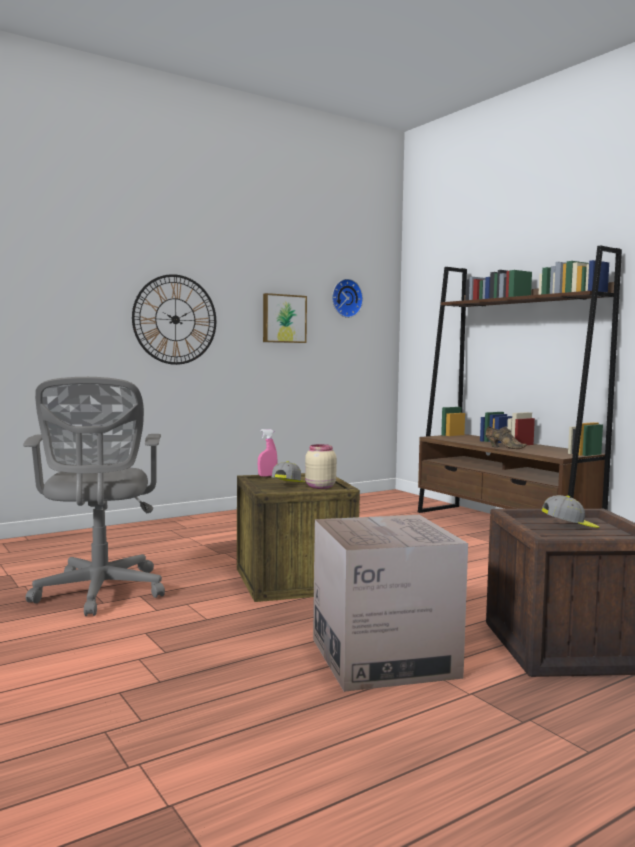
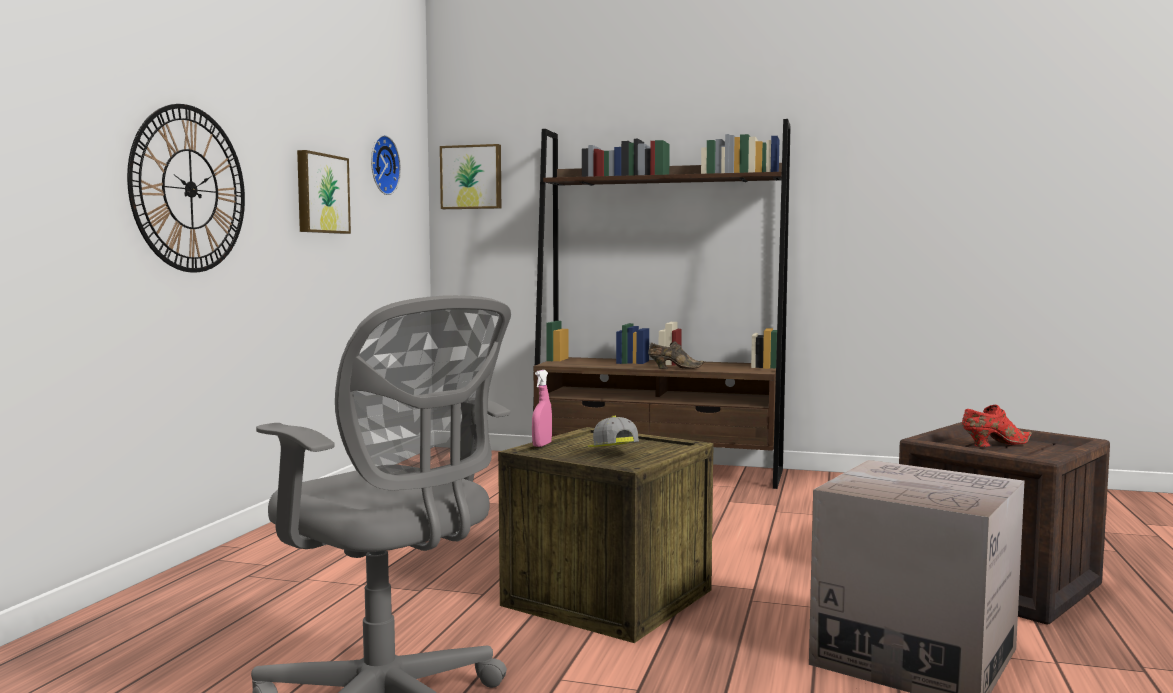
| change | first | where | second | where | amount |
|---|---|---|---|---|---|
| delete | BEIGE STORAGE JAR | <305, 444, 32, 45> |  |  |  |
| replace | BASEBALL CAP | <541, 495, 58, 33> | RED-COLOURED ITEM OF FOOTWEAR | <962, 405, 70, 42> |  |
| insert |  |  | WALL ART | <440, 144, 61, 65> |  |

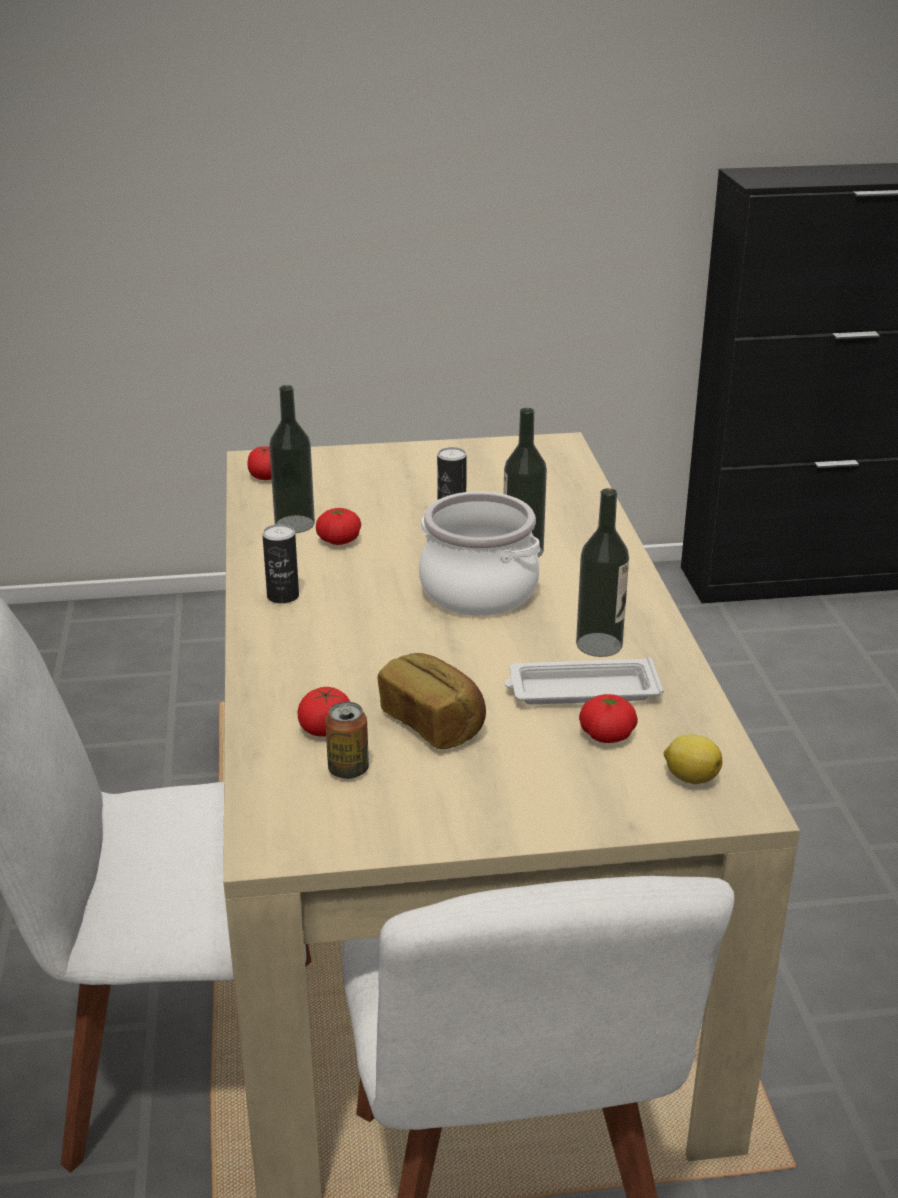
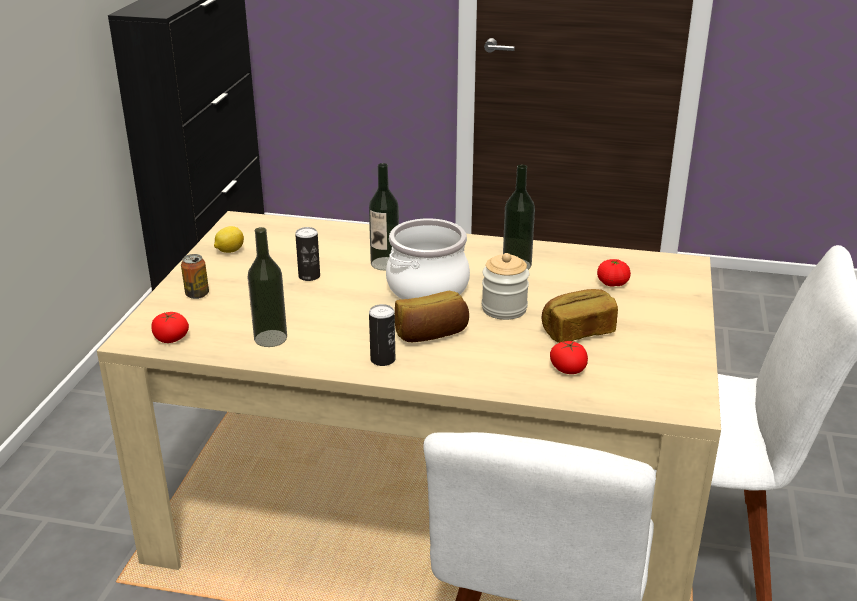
| change | first | where | second | where | amount |
|---|---|---|---|---|---|
| delete | WHOLE TOMATO | <316, 508, 45, 37> |  |  |  |
| delete | WHITE TRAY | <505, 657, 159, 47> |  |  |  |
| move | METAL CAN | <325, 702, 44, 77> |  | <181, 254, 28, 45> |  |
| move | WHOLE LEMON | <664, 734, 58, 50> |  | <214, 226, 30, 27> |  |
| insert |  |  | STORAGE JAR | <482, 253, 47, 67> |  |
| insert |  |  | BAKERY BREAD | <395, 291, 74, 51> |  |

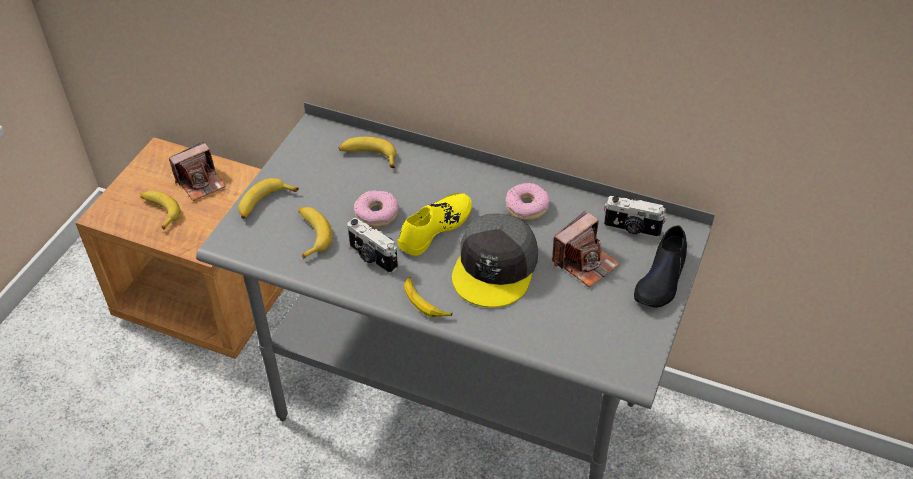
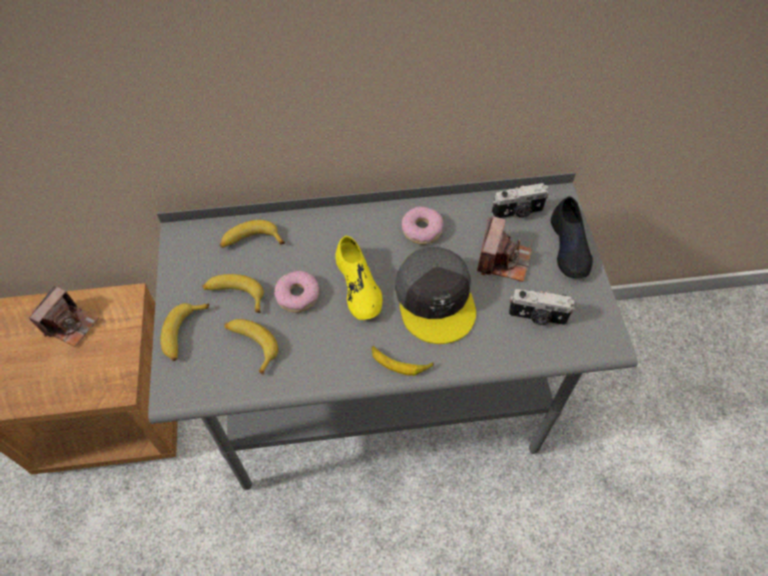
| change | first | where | second | where | amount |
|---|---|---|---|---|---|
| move | BANANA FRUIT | <140, 190, 40, 40> |  | <202, 274, 62, 39> |  |
| rotate | YELLOW-COLOURED ITEM OF FOOTWEAR | <398, 193, 74, 63> |  | <335, 235, 47, 85> | 150 degrees clockwise |
| move | PHOTO CAMERA | <347, 218, 51, 56> |  | <509, 289, 66, 37> |  |

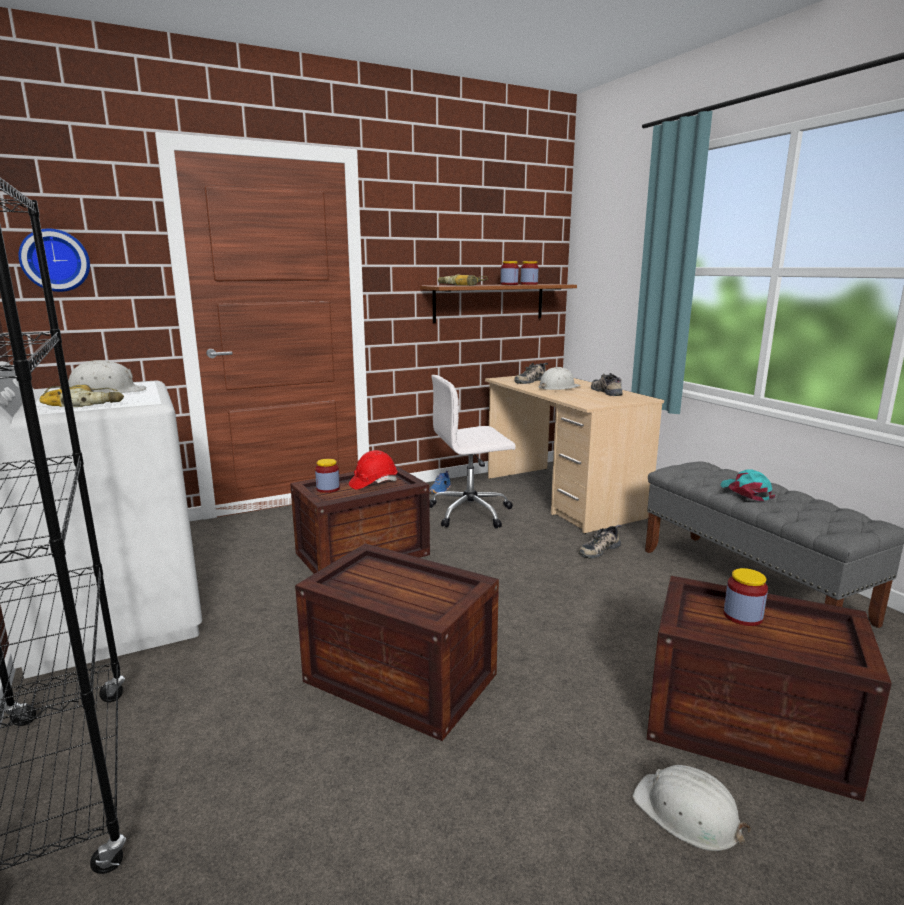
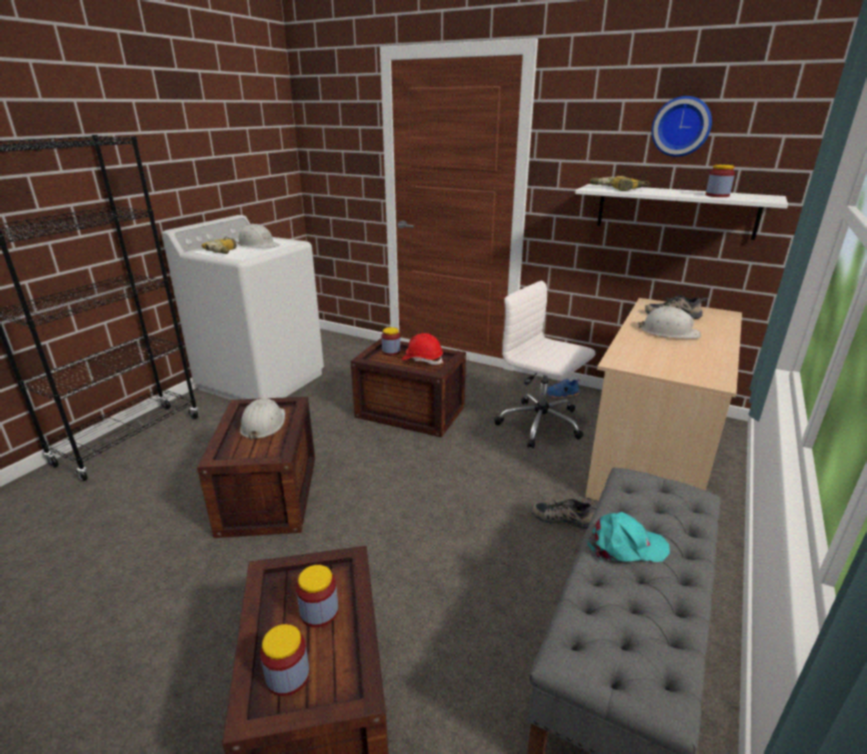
| change | first | where | second | where | amount |
|---|---|---|---|---|---|
| move | CLOCK ON THE WALL | <19, 229, 71, 63> |  | <651, 96, 61, 61> |  |
| move | STORAGE JAR | <501, 261, 18, 24> |  | <260, 624, 50, 72> |  |
| recolor | BROWNISH SHELF | <420, 284, 157, 39> | WHITE SHELF | <575, 184, 213, 56> |  |
| delete | ITEM OF FOOTWEAR | <591, 373, 31, 23> |  |  |  |
| rotate | TURQUOISE BASEBALL CAP | <720, 470, 55, 31> |  | <588, 512, 82, 50> | 45 degrees clockwise |
| move | WHITE HARD HAT | <633, 765, 119, 86> |  | <240, 398, 45, 43> |  |

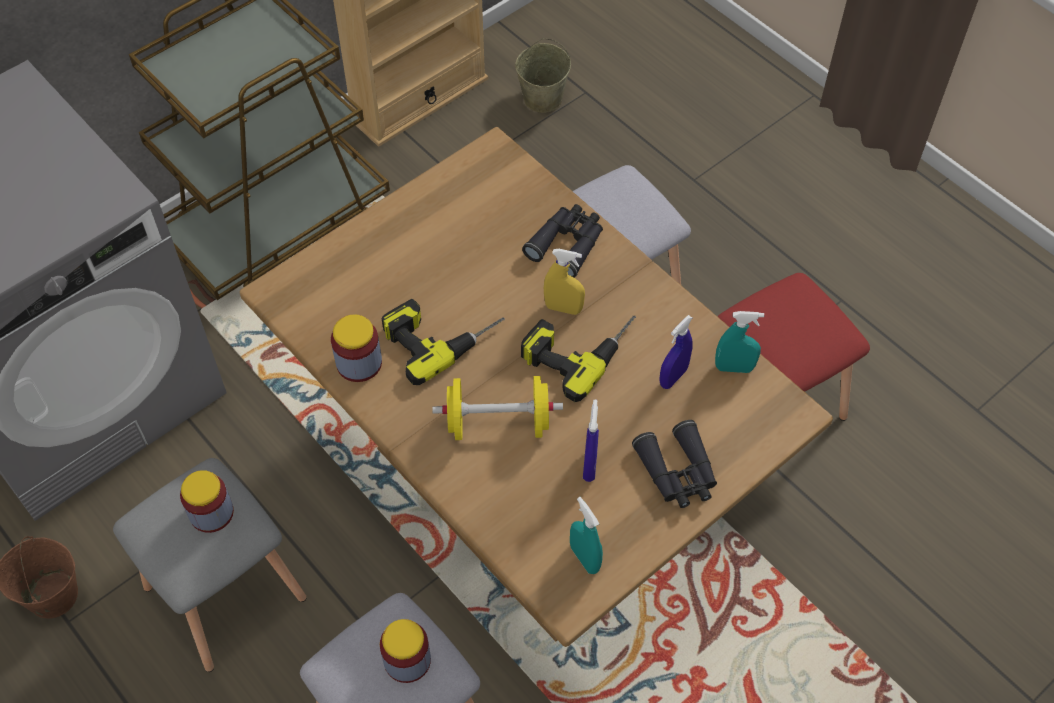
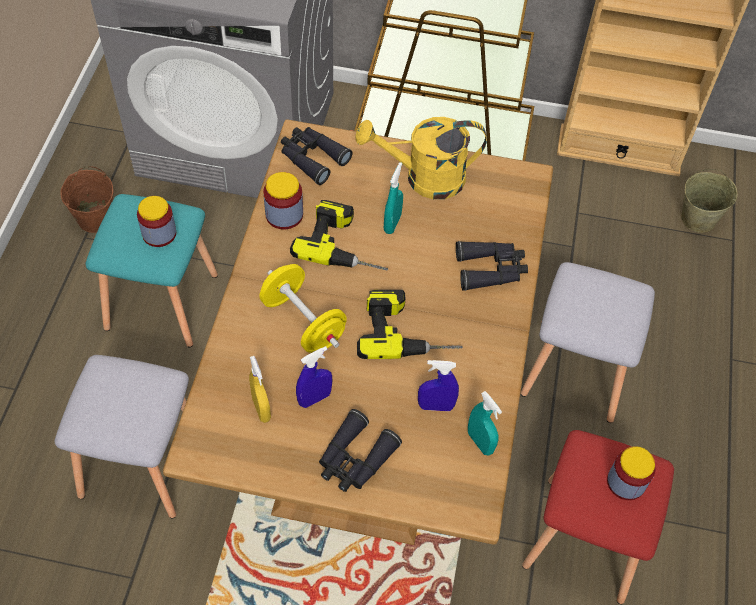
| change | first | where | second | where | amount |
|---|---|---|---|---|---|
| move | YELLOW-COLOURED HAND SPRAYER | <544, 249, 41, 66> |  | <249, 356, 22, 67> |  |
| recolor | GREYISH STOOL | <113, 458, 193, 214> | TURQUOISE STOOL | <85, 194, 133, 153> |  |
| move | TURQUOISE HAND SPRAYER | <570, 497, 33, 77> |  | <384, 162, 19, 72> |  |
| move | STORAGE JAR | <380, 619, 51, 64> |  | <607, 446, 48, 54> |  |
| insert |  |  | YELLOW-COLOURED WATERING CAN | <355, 117, 132, 82> |  |
| insert |  |  | BLACK-COLOURED BINOCULARS | <281, 127, 72, 58> |  |

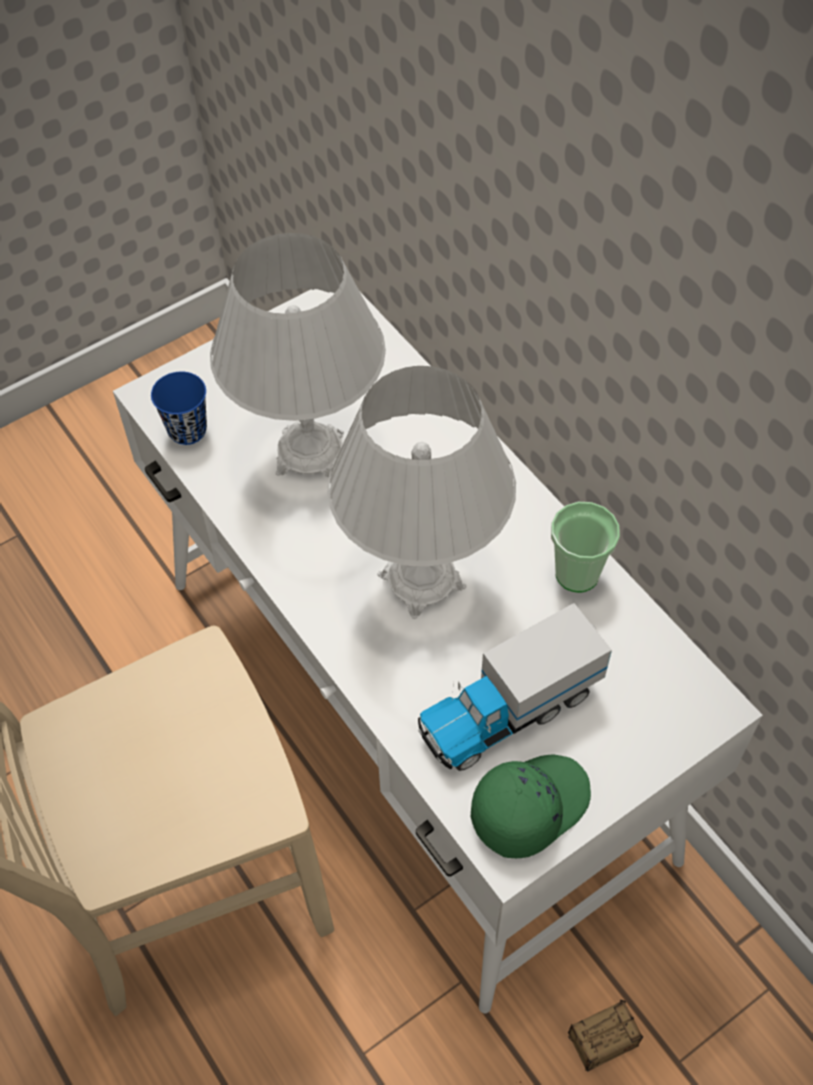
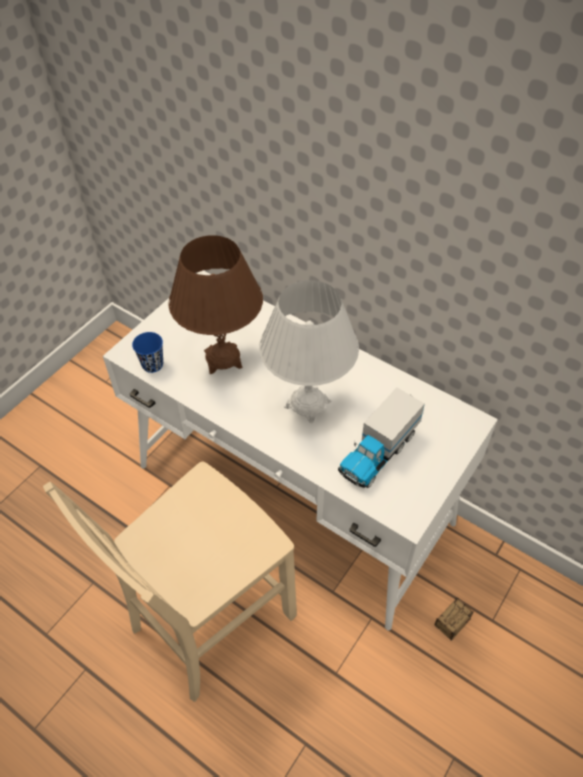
| change | first | where | second | where | amount |
|---|---|---|---|---|---|
| recolor | WHITE LAMP FOR A TABLE | <210, 233, 176, 245> | BROWNISH LAMP FOR A TABLE | <168, 235, 95, 139> |  |
| delete | CUP | <551, 502, 69, 91> |  |  |  |
| delete | GREEN BASEBALL CAP | <471, 754, 120, 104> |  |  |  |

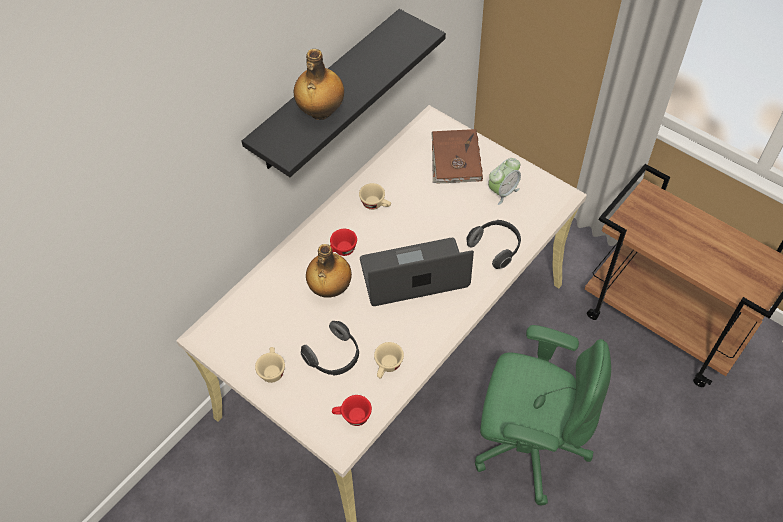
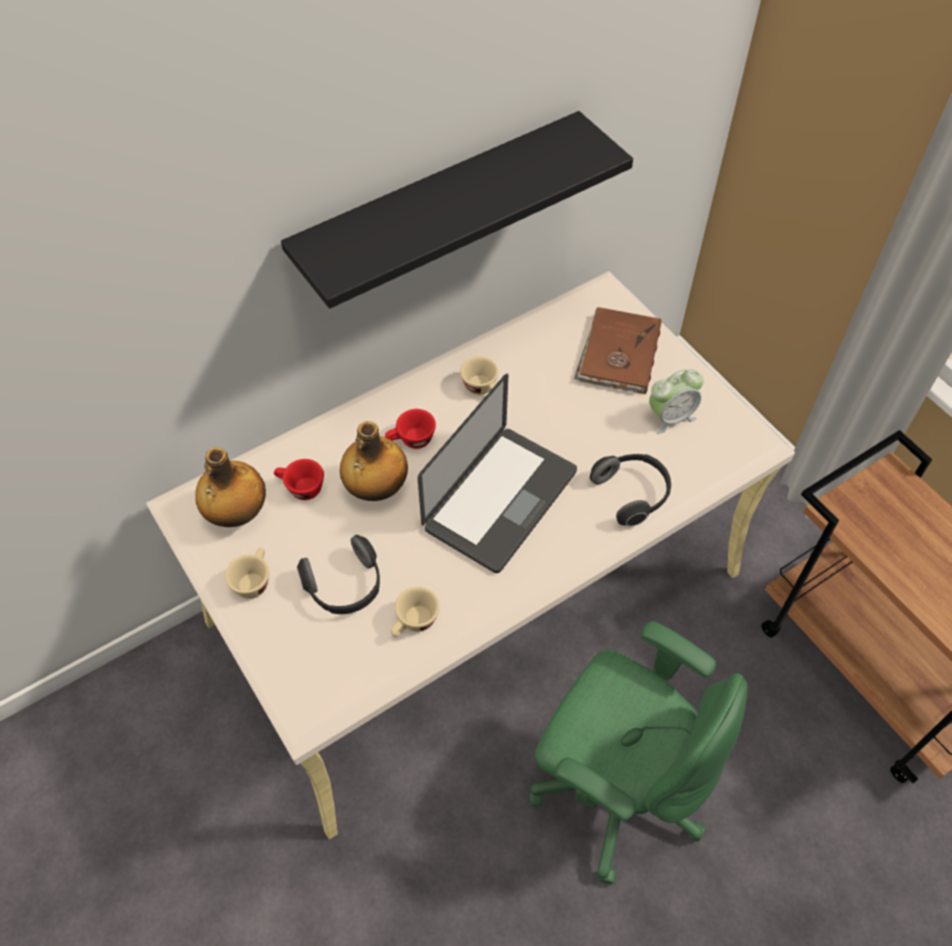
| change | first | where | second | where | amount |
|---|---|---|---|---|---|
| move | BOTTLE | <294, 49, 50, 71> |  | <195, 447, 71, 80> |  |
| rotate | PORTABLE COMPUTER | <360, 238, 114, 68> |  | <418, 373, 159, 200> | 120 degrees clockwise |
| move | RED-COLOURED CUP | <332, 395, 40, 31> |  | <274, 459, 50, 41> |  |

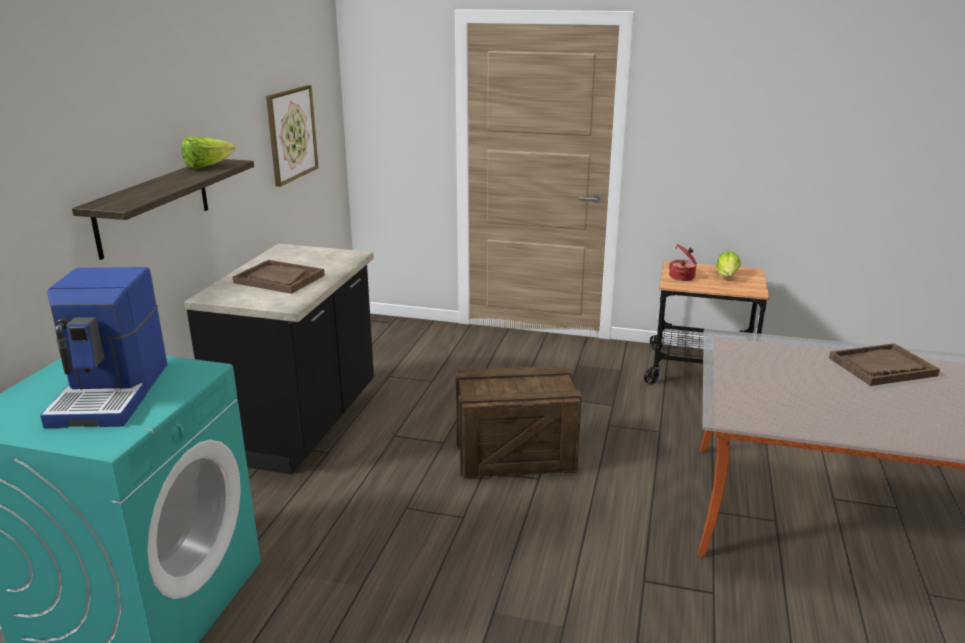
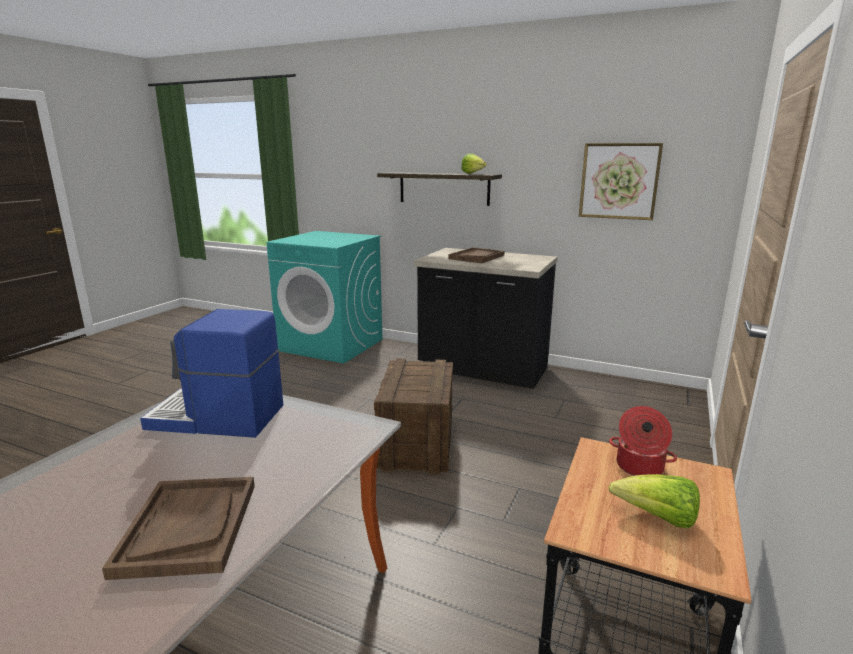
| change | first | where | second | where | amount |
|---|---|---|---|---|---|
| move | COFFEE MACHINE | <40, 267, 127, 161> |  | <140, 309, 143, 129> |  |

